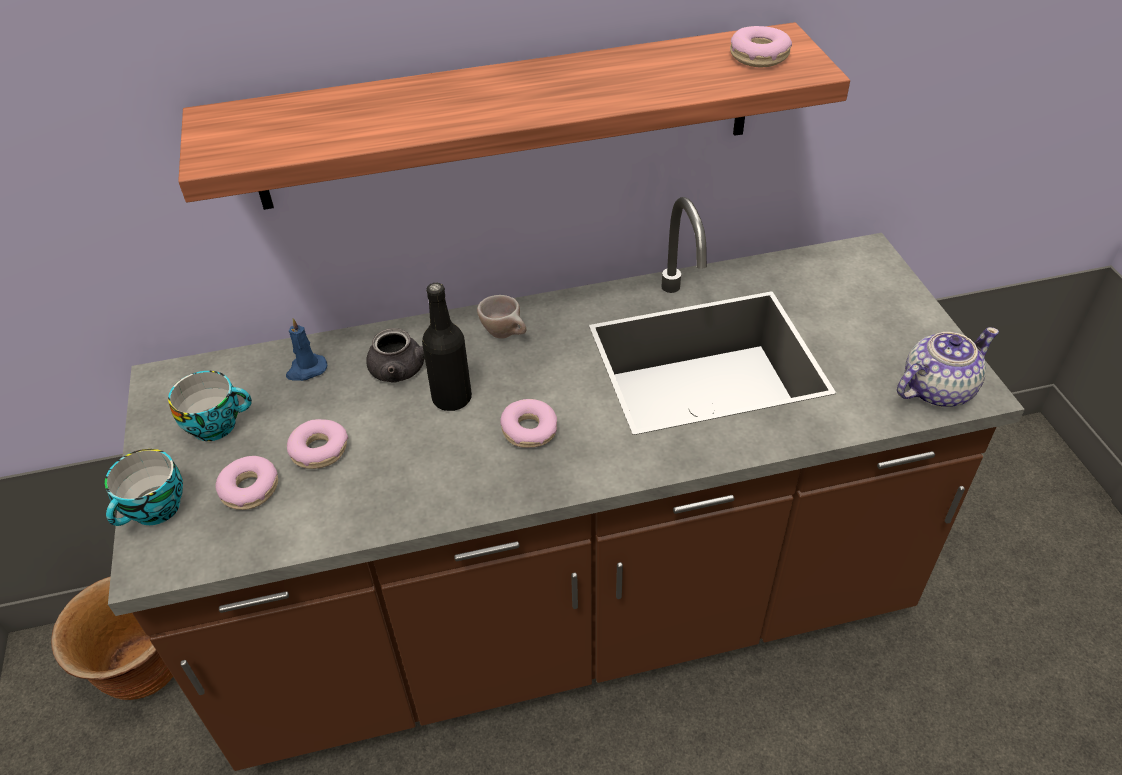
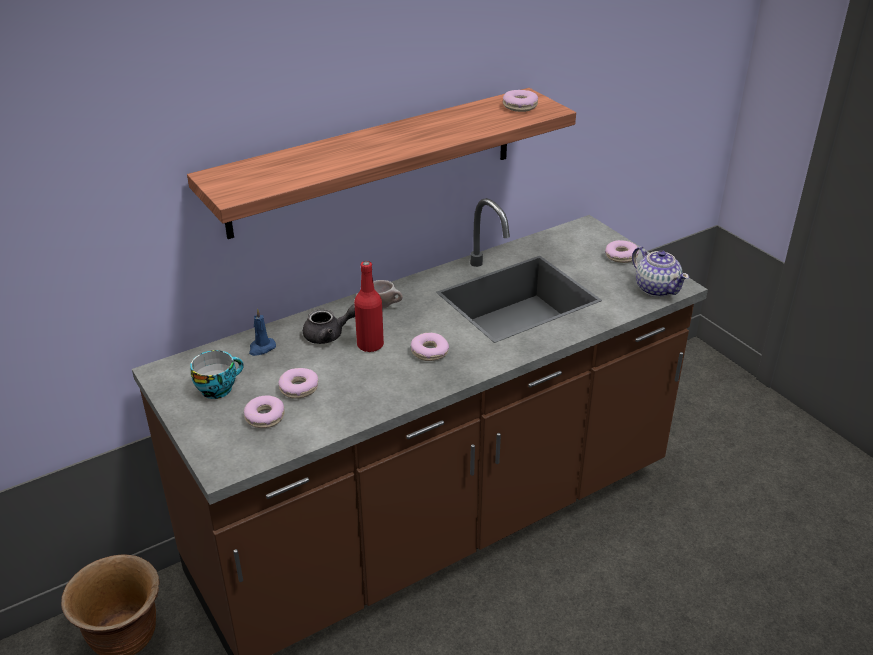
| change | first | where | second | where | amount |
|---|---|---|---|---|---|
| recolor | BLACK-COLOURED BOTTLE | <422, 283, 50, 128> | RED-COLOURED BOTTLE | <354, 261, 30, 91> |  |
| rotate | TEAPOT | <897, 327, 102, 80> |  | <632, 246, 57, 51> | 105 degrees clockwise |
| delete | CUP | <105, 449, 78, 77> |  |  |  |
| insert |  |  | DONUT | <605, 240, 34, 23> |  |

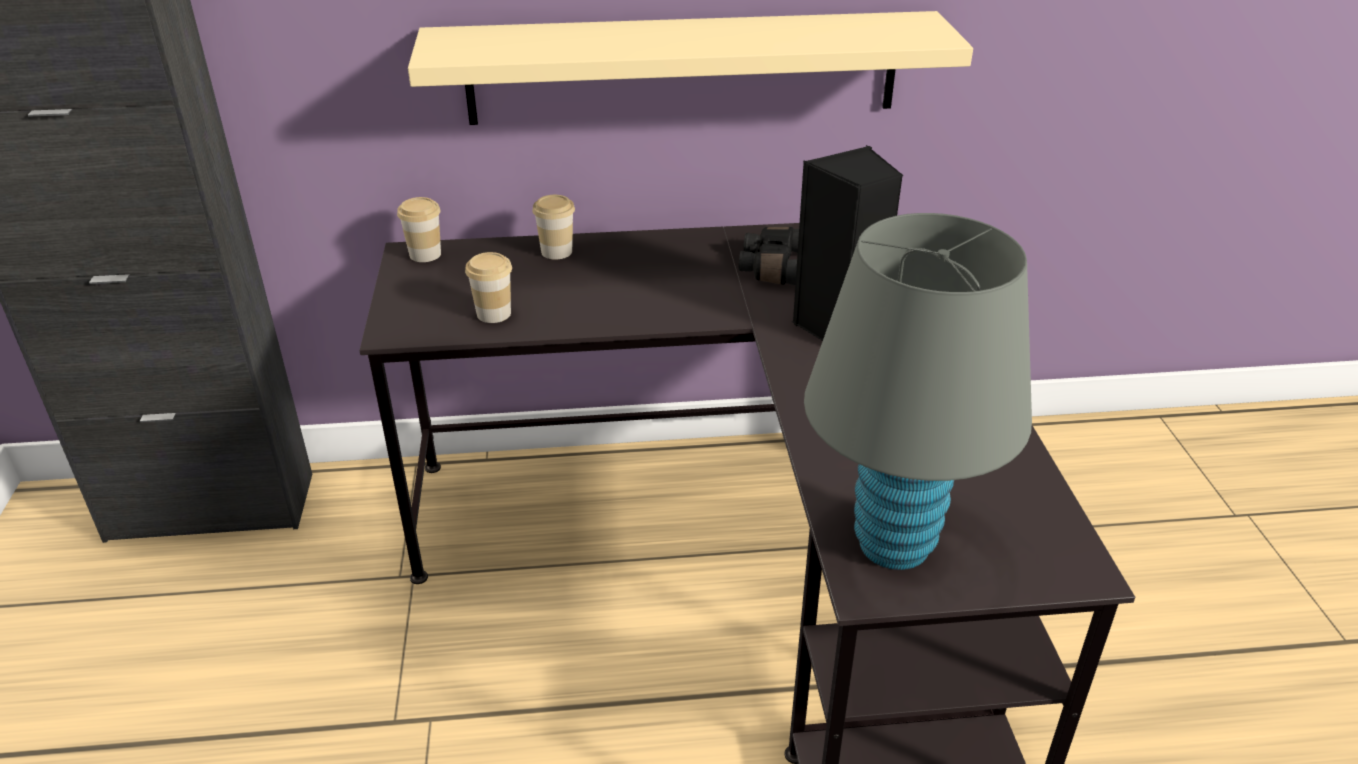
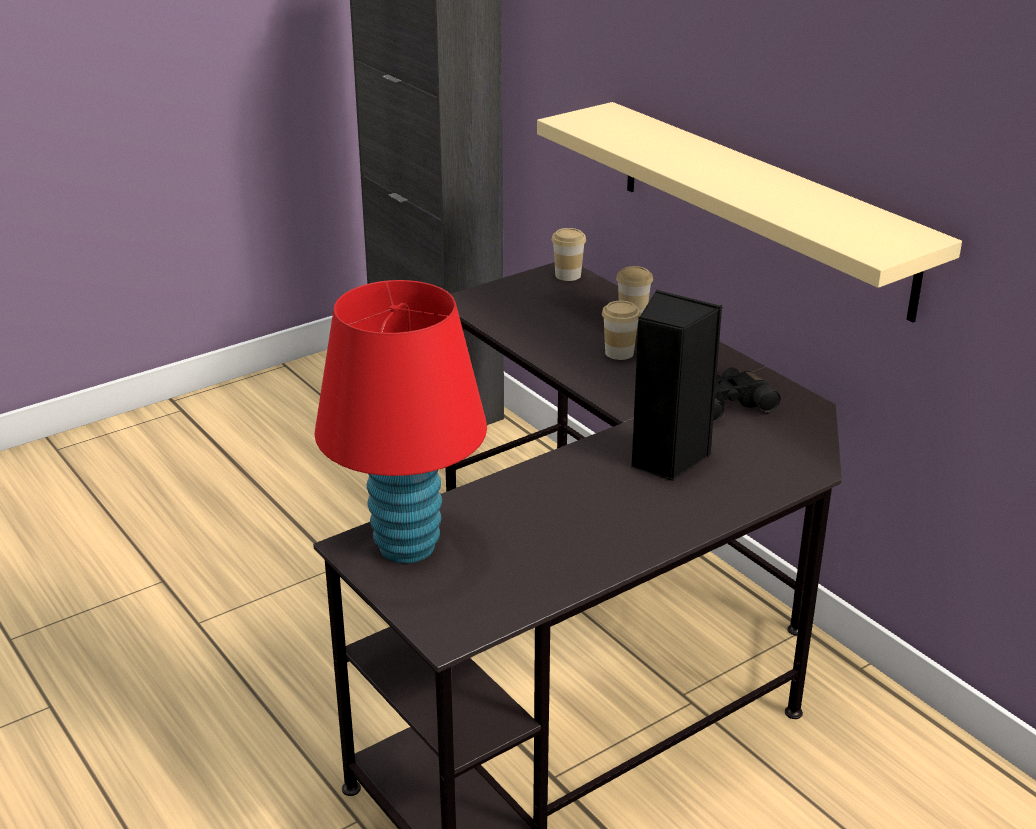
| change | first | where | second | where | amount |
|---|---|---|---|---|---|
| recolor | GREYISH LAMP FOR A TABLE | <804, 213, 228, 357> | RED-COLOURED LAMP FOR A TABLE | <314, 280, 173, 283> |  |
| move | CUP | <465, 252, 47, 71> |  | <602, 301, 39, 59> |  |

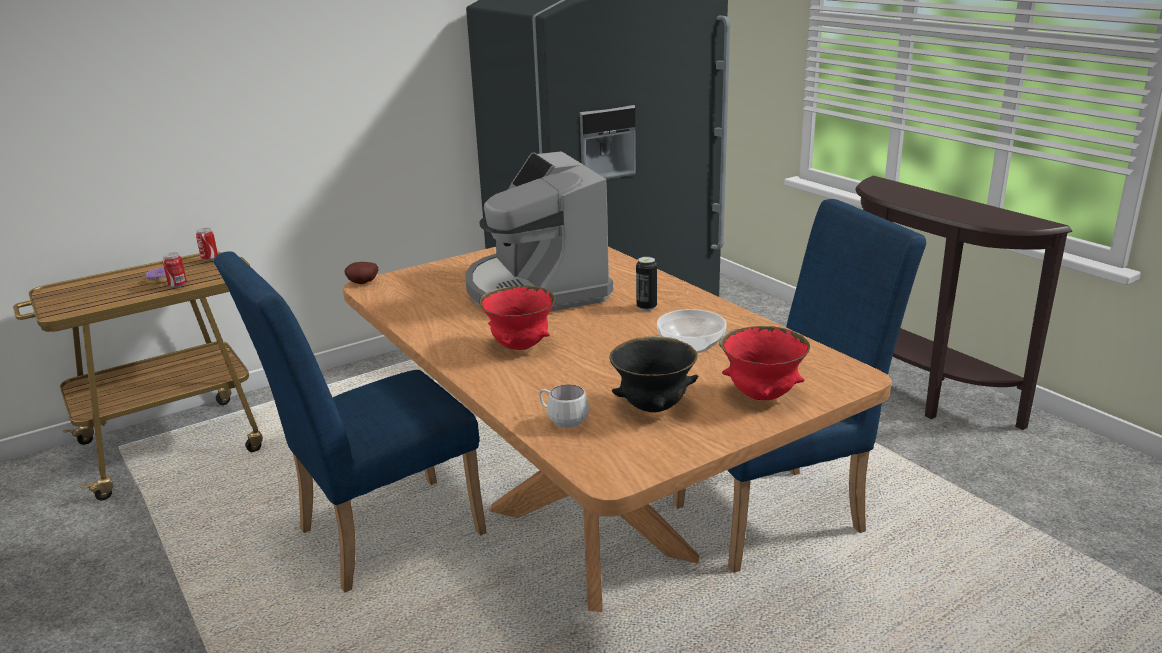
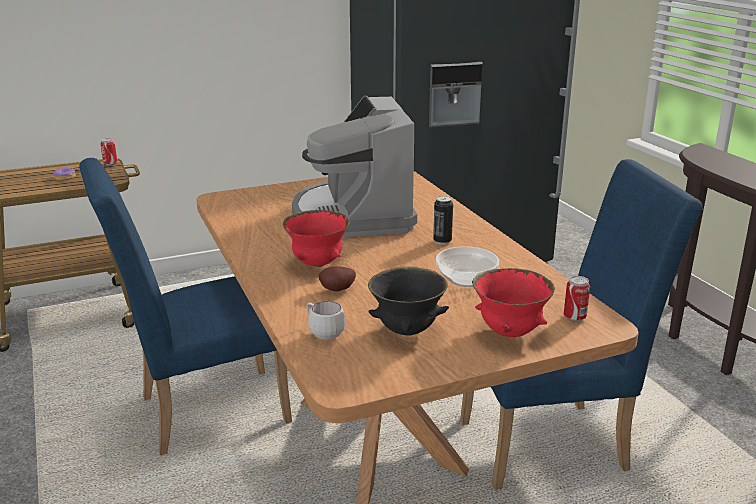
| change | first | where | second | where | amount |
|---|---|---|---|---|---|
| move | METAL CAN | <163, 252, 24, 36> |  | <564, 276, 26, 45> |  |
| move | WHOLE POTATO | <344, 262, 35, 22> |  | <319, 267, 37, 25> |  |

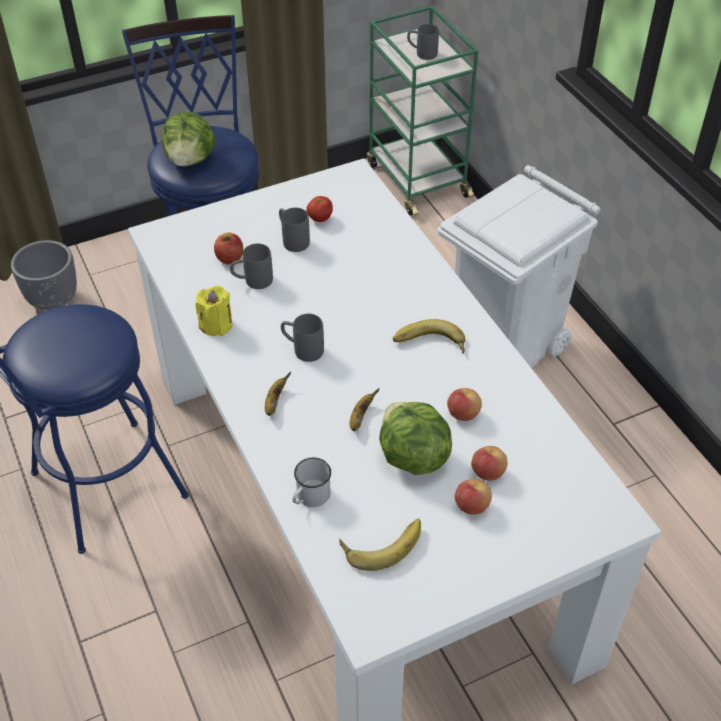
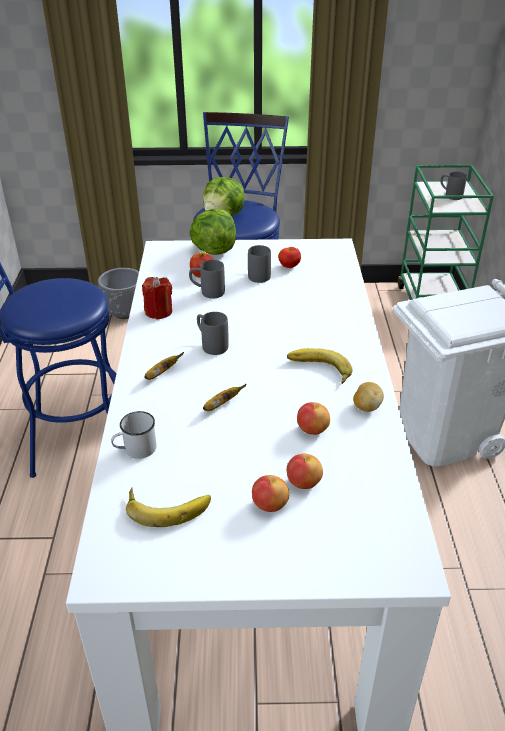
| change | first | where | second | where | amount |
|---|---|---|---|---|---|
| recolor | YELLOW-COLOURED CANDLE | <196, 285, 37, 51> | RED-COLOURED CANDLE | <142, 277, 30, 43> |  |
| move | LETTUCE HEAD | <379, 402, 73, 73> |  | <189, 209, 47, 46> |  |
| insert |  |  | WHOLE POTATO | <353, 382, 31, 30> |  |

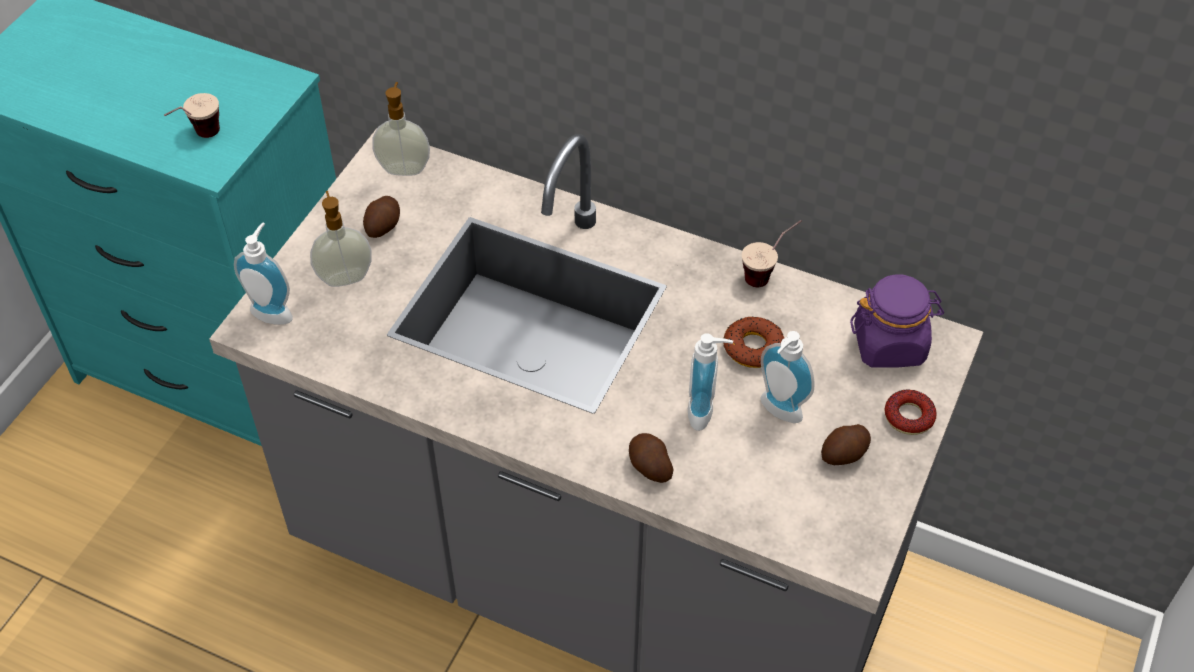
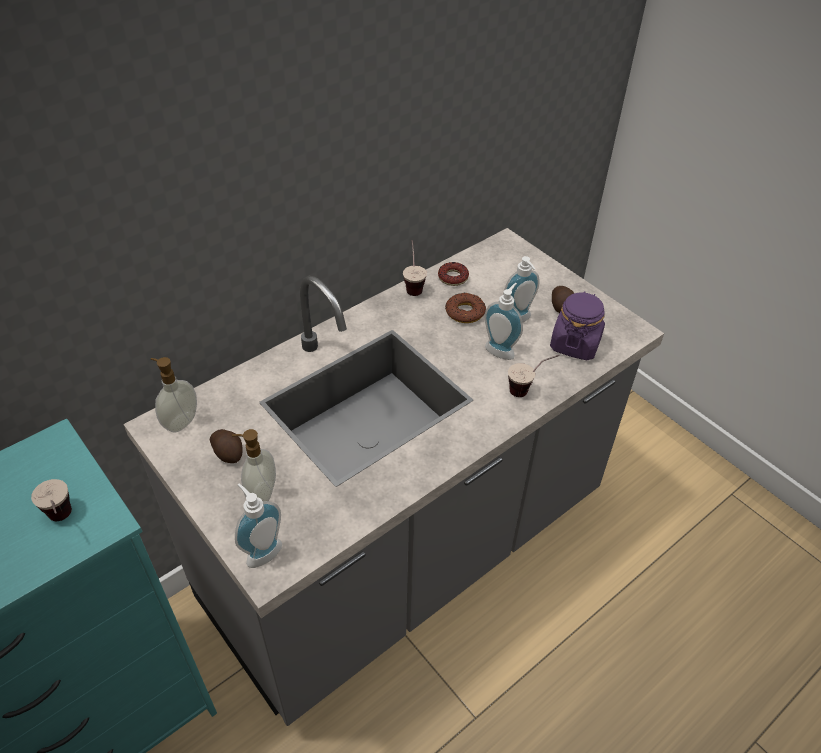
| change | first | where | second | where | amount |
|---|---|---|---|---|---|
| move | PURPLE STORAGE JAR | <850, 274, 94, 94> |  | <550, 291, 55, 70> |  |
| move | DONUT | <884, 389, 52, 46> |  | <438, 262, 31, 24> |  |
| replace | WHOLE POTATO | <629, 433, 45, 50> | CUP | <508, 355, 51, 42> |  |

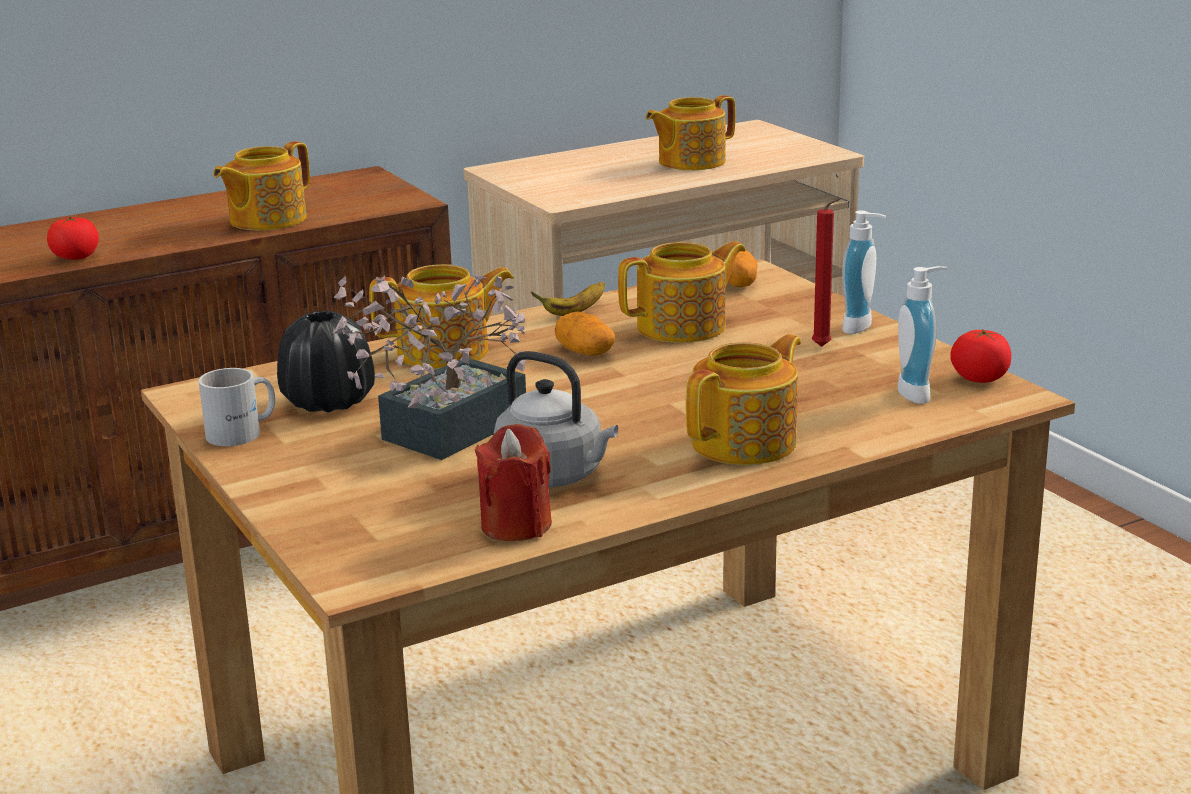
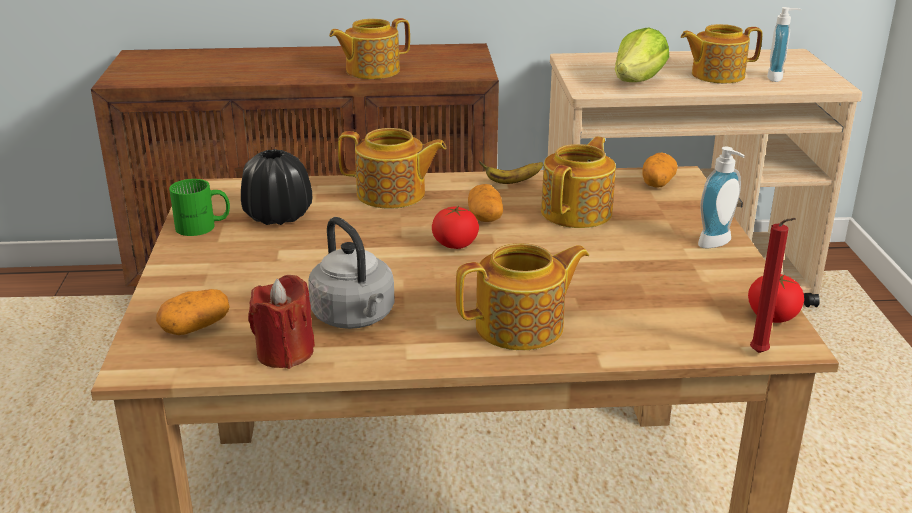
| change | first | where | second | where | amount |
|---|---|---|---|---|---|
| move | RED-COLOURED CANDLE | <812, 198, 29, 149> |  | <750, 218, 46, 135> |  |
| move | WHOLE TOMATO | <47, 216, 52, 44> |  | <432, 206, 47, 43> |  |
| rotate | TEAPOT | <618, 241, 128, 102> |  | <541, 137, 75, 91> | 60 degrees counterclockwise |
| move | SOAP DISPENSER | <898, 266, 49, 138> |  | <767, 7, 34, 75> |  |
| delete | HOUSEPLANT | <332, 275, 194, 185> |  |  |  |
| recolor | WHITE TEA MUG | <199, 368, 76, 78> | GREEN TEA MUG | <169, 179, 61, 57> |  |
| insert |  |  | LETTUCE HEAD | <615, 28, 54, 54> |  |
| insert |  |  | WHOLE POTATO | <156, 289, 74, 46> |  |

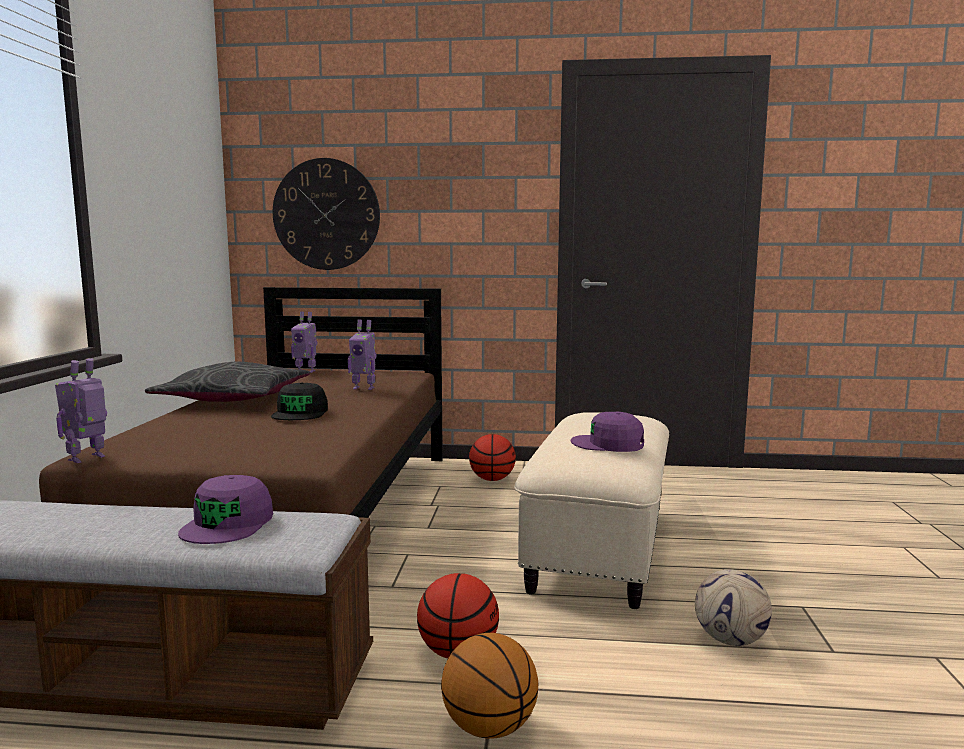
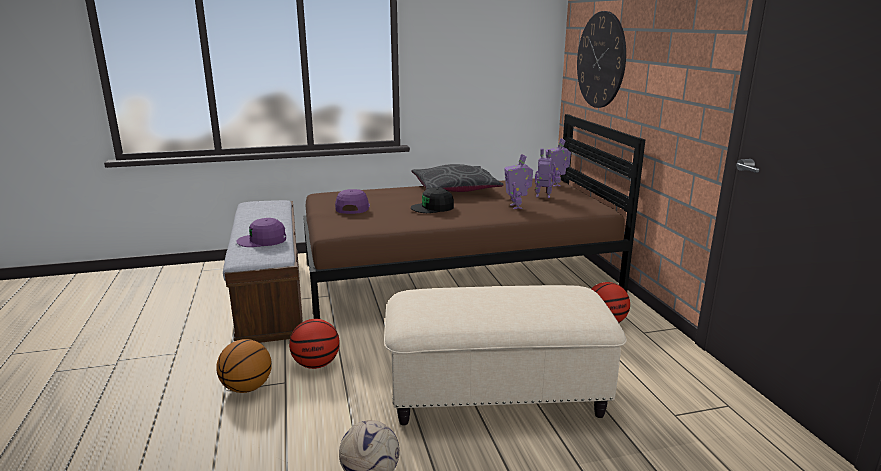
| change | first | where | second | where | amount |
|---|---|---|---|---|---|
| move | MODEL ROBOT | <55, 358, 52, 105> |  | <535, 148, 20, 50> |  |
| move | PURPLE BASEBALL CAP | <571, 412, 73, 40> |  | <335, 189, 35, 25> |  |

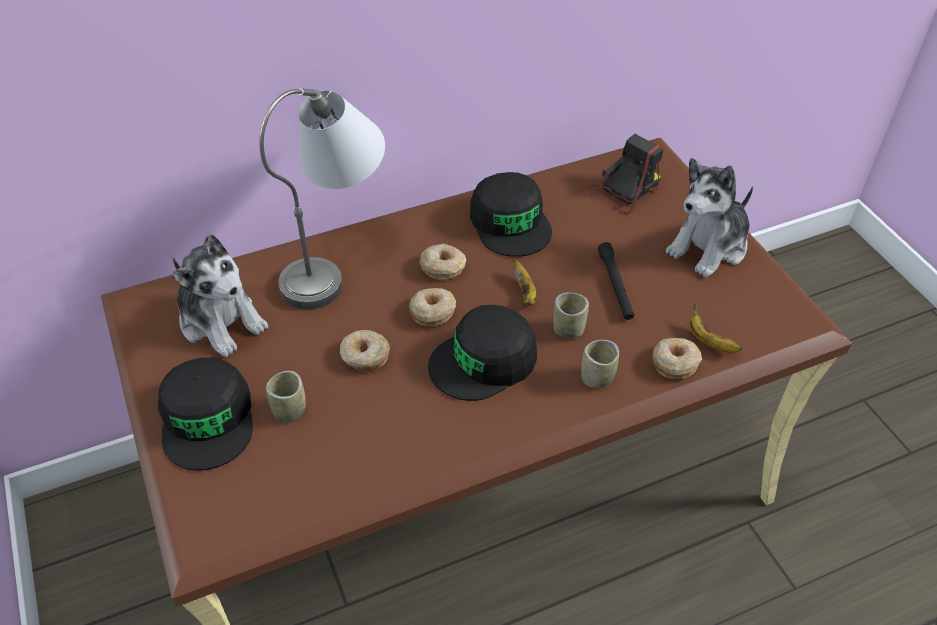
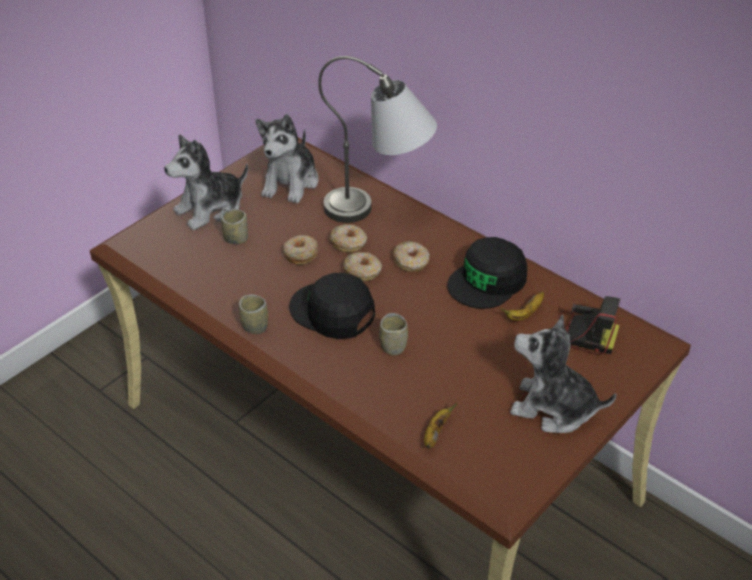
| change | first | where | second | where | amount |
|---|---|---|---|---|---|
| delete | BLACK-COLOURED TORCH | <598, 242, 36, 78> |  |  |  |
| move | BANANA FRUIT | <512, 260, 25, 45> |  | <500, 292, 44, 29> |  |
| move | DONUT | <652, 338, 50, 41> |  | <330, 224, 37, 29> |  |
| move | CUP | <581, 340, 38, 48> |  | <239, 295, 29, 39> |  |
| replace | BLACK-COLOURED BASEBALL CAP | <158, 357, 95, 113> | SOFT TOY | <164, 134, 84, 96> |  |

